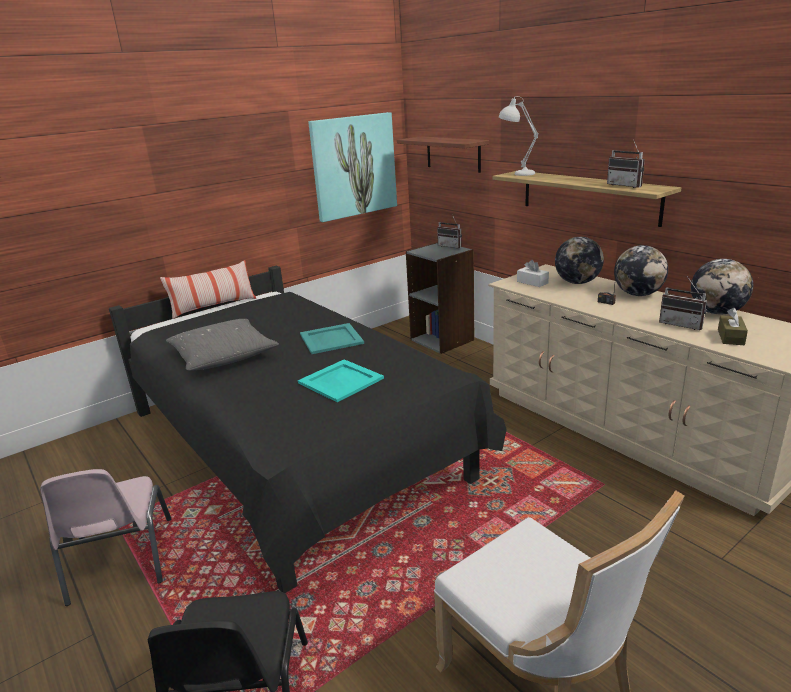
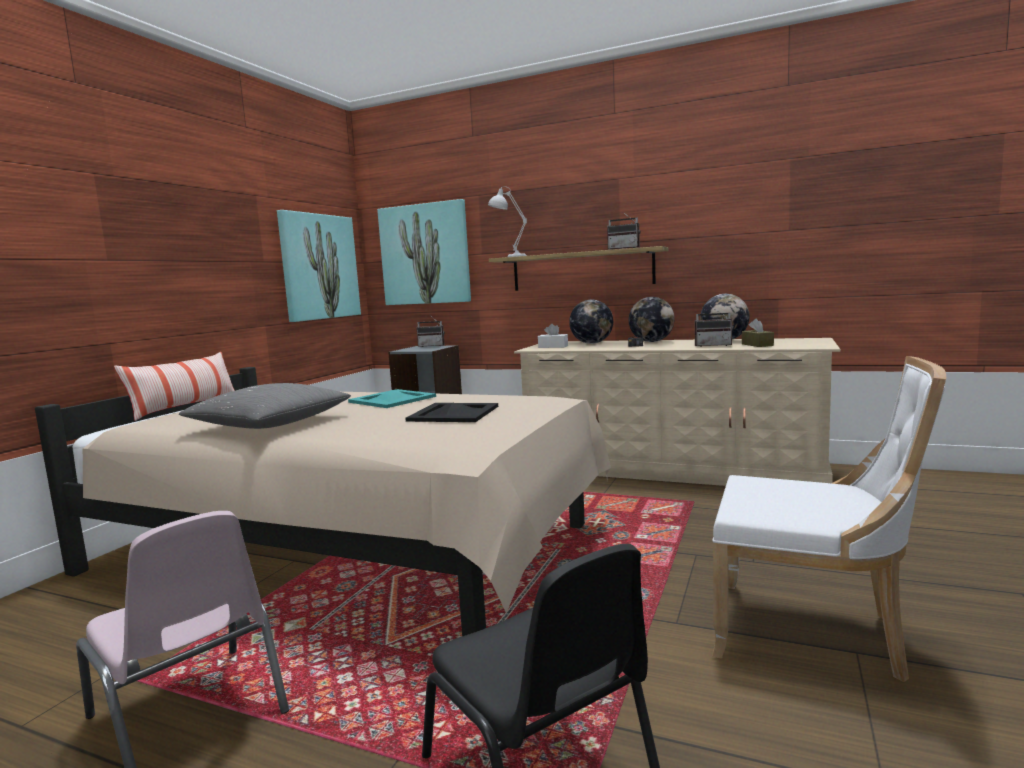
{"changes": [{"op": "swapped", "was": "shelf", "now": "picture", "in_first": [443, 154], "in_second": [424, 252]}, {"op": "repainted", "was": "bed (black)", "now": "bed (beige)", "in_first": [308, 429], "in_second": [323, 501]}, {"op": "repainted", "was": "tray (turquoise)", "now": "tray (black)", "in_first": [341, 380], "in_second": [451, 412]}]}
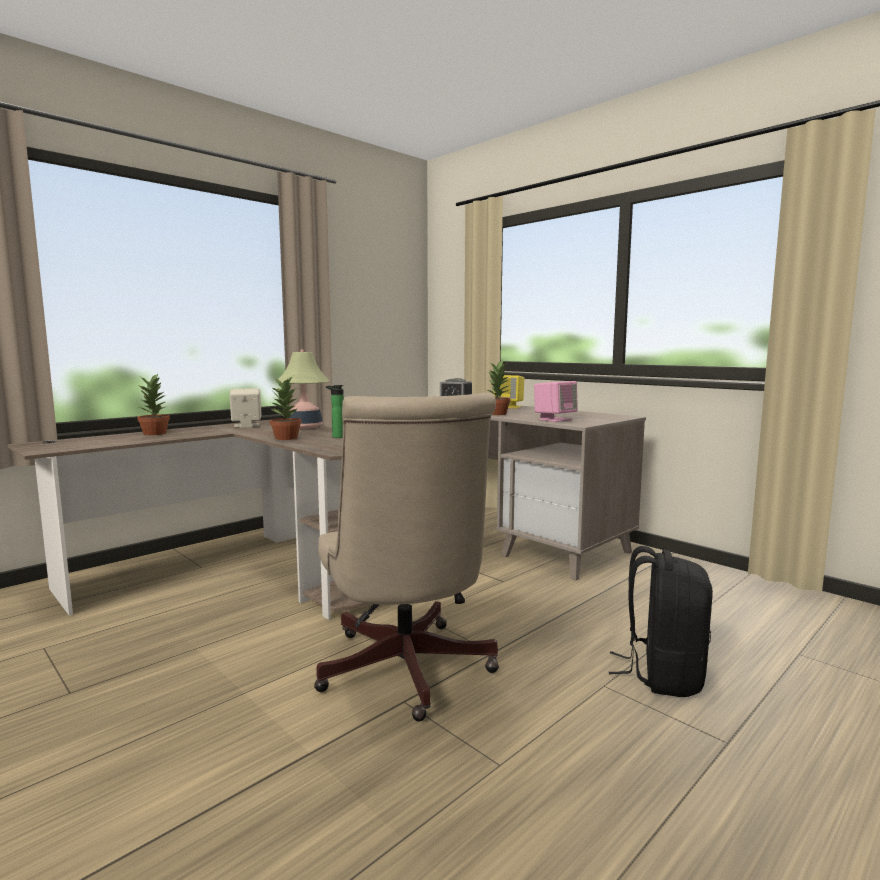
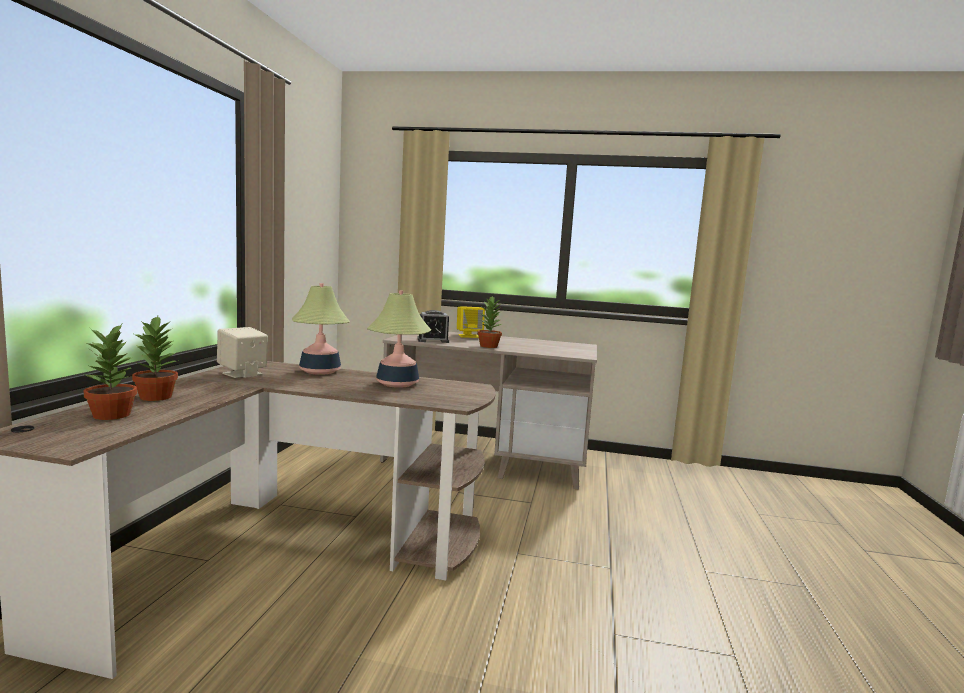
{"changes": [{"op": "shifted", "was": "potted plant", "in_first": [286, 408], "in_second": [110, 372]}, {"op": "gone", "was": "speaker (pink)", "in_first": [556, 401]}, {"op": "swapped", "was": "bottle", "now": "table lamp", "in_first": [335, 411], "in_second": [399, 339]}, {"op": "gone", "was": "office chair (beige)", "in_first": [406, 557]}, {"op": "gone", "was": "backpack (black)", "in_first": [661, 621]}]}
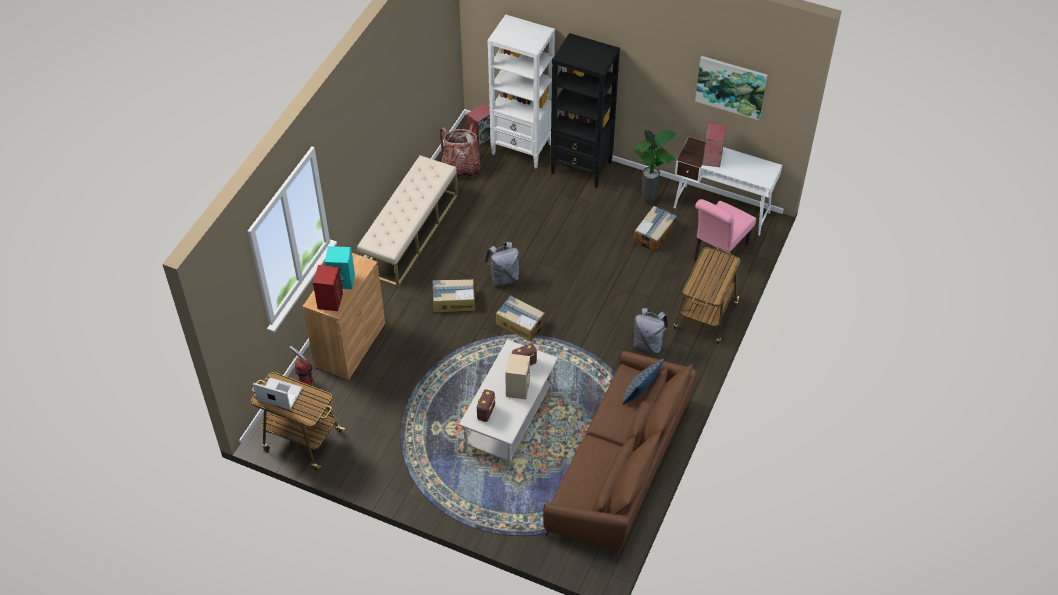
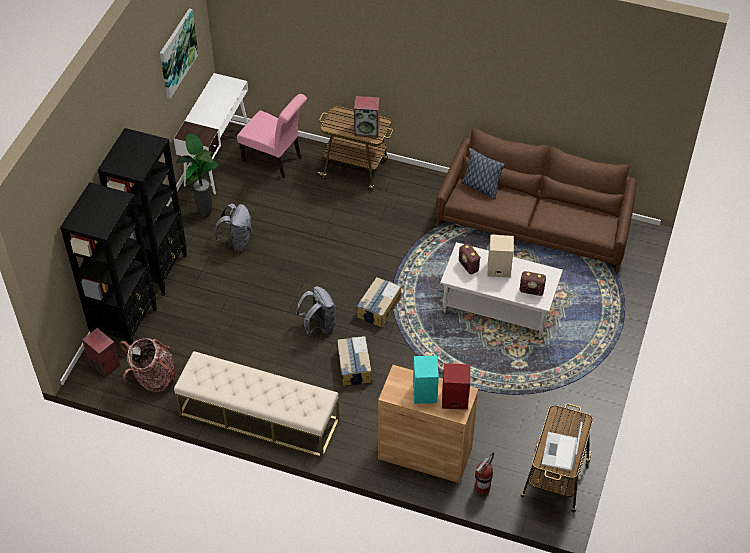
{"changes": [{"op": "repainted", "was": "bookcase (white)", "now": "bookcase (black)", "in_first": [521, 91], "in_second": [108, 263]}, {"op": "shifted", "was": "speaker", "in_first": [714, 144], "in_second": [366, 117]}, {"op": "gone", "was": "cardboard box", "in_first": [655, 229]}, {"op": "shifted", "was": "backpack (grey)", "in_first": [651, 330], "in_second": [233, 227]}]}
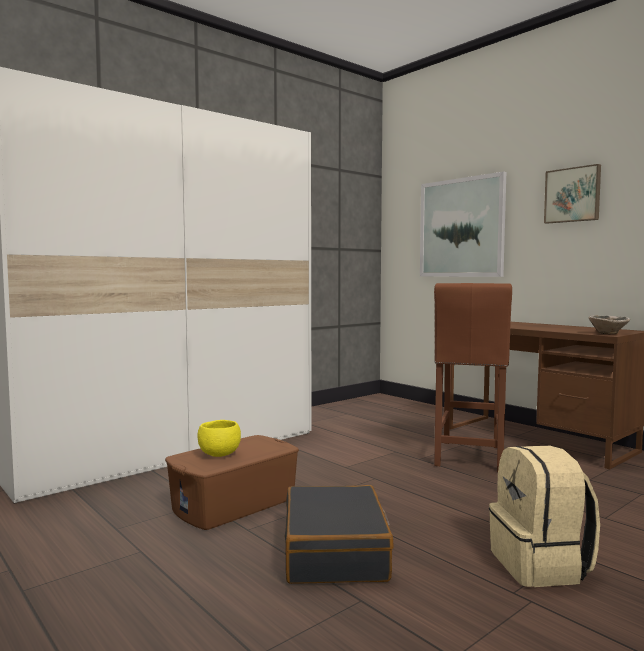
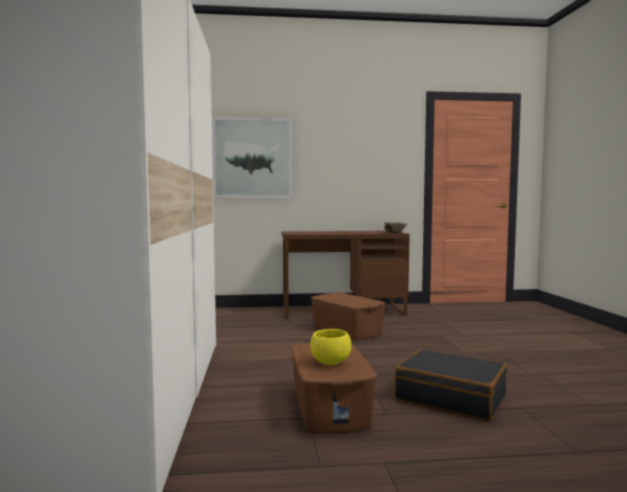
{"changes": [{"op": "gone", "was": "picture", "in_first": [572, 194]}, {"op": "swapped", "was": "stool (brown)", "now": "storage box (brown)", "in_first": [473, 377], "in_second": [348, 316]}, {"op": "gone", "was": "backpack (beige)", "in_first": [544, 516]}]}
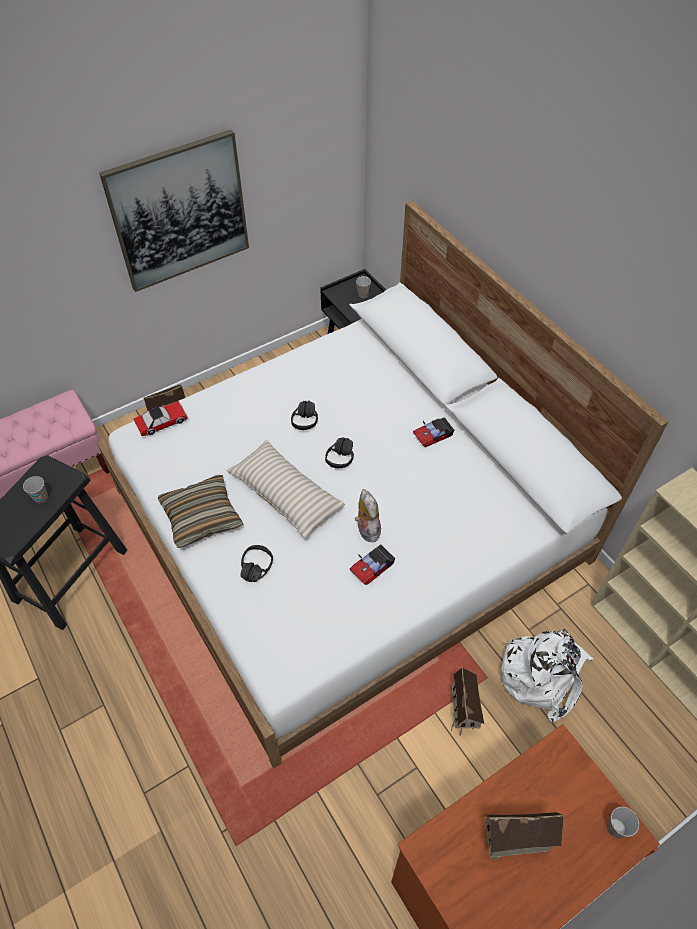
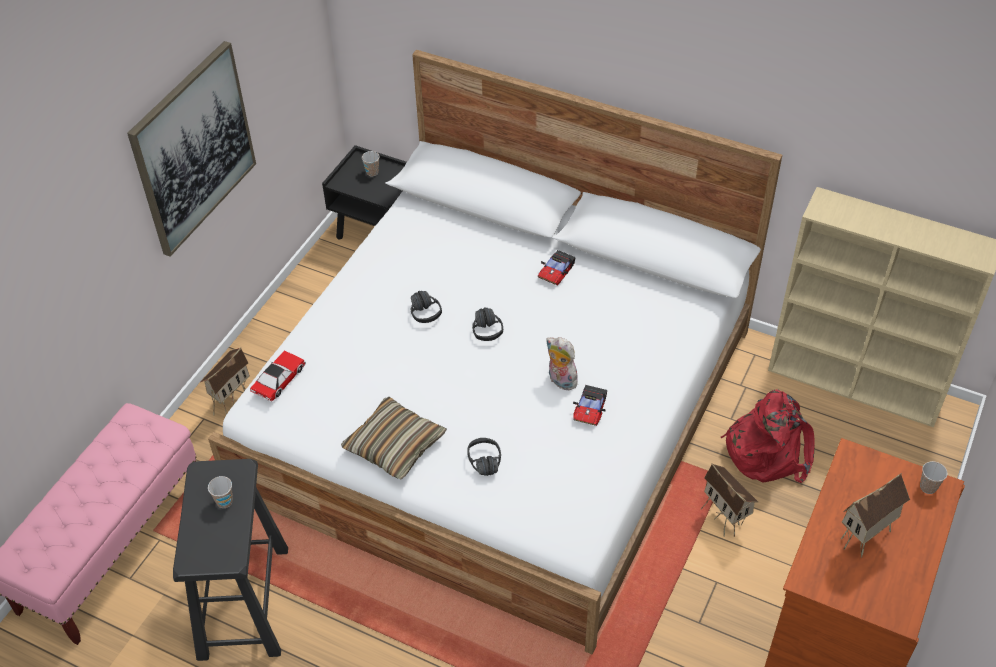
{"changes": [{"op": "gone", "was": "pillow (beige)", "in_first": [285, 489]}, {"op": "repainted", "was": "backpack (white)", "now": "backpack (red)", "in_first": [548, 675], "in_second": [768, 436]}]}
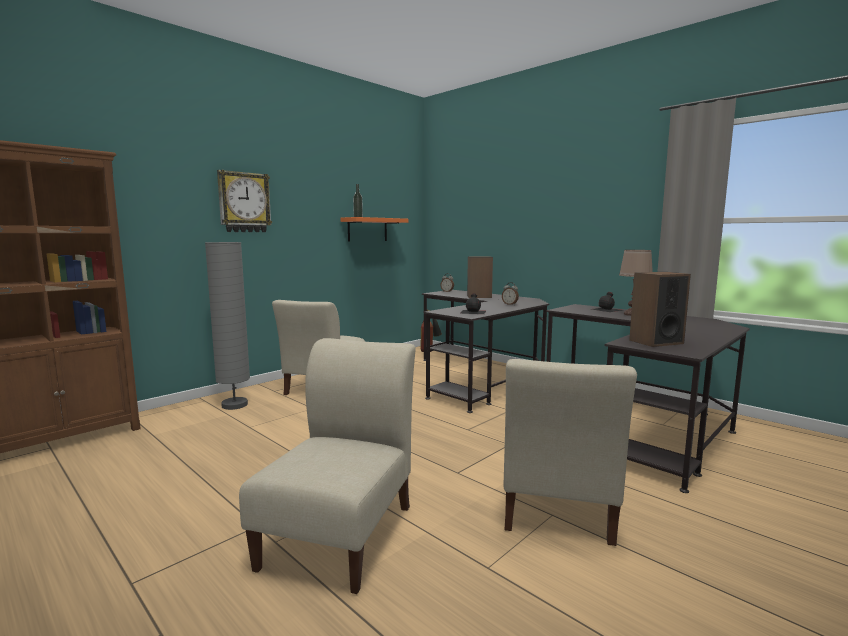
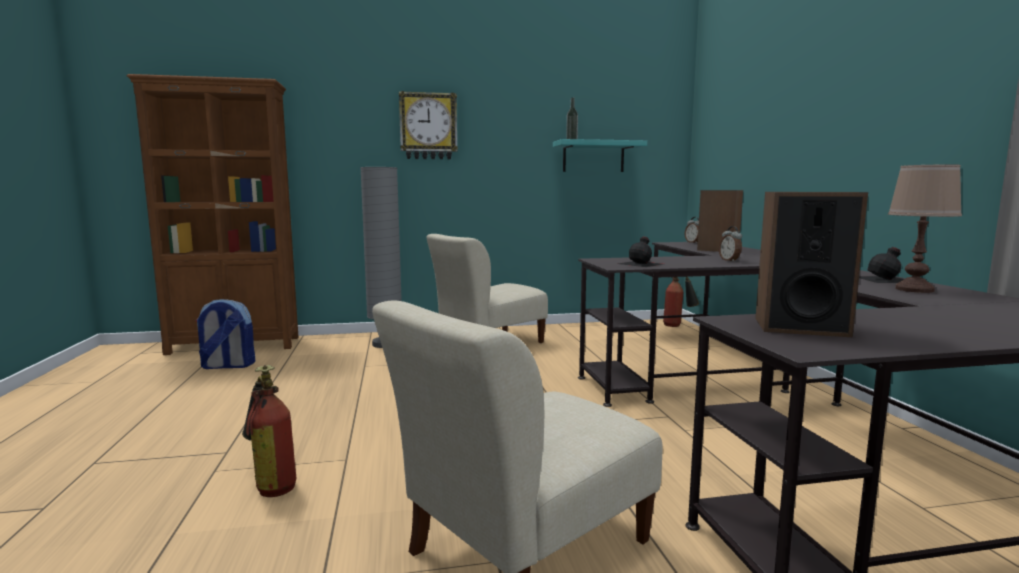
{"changes": [{"op": "repainted", "was": "shelf (orange)", "now": "shelf (turquoise)", "in_first": [374, 229], "in_second": [600, 155]}, {"op": "swapped", "was": "chair (beige)", "now": "fire extinguisher", "in_first": [327, 466], "in_second": [269, 431]}, {"op": "new", "now": "backpack", "in_second": [225, 334]}]}
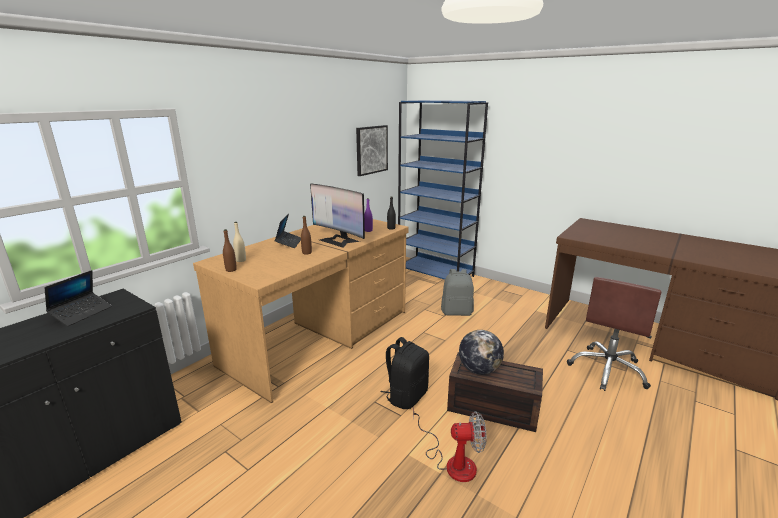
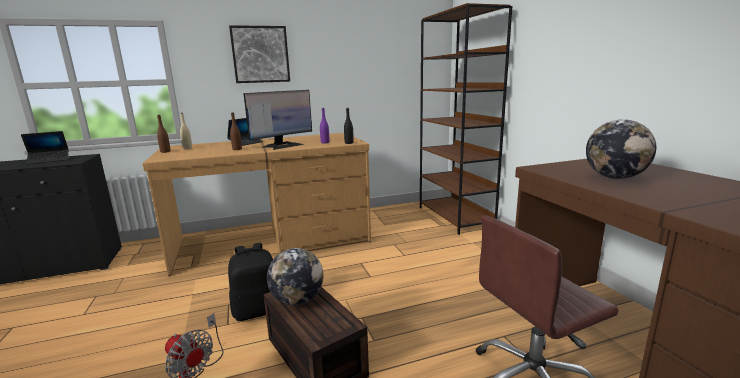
{"changes": [{"op": "repainted", "was": "bookcase (blue)", "now": "bookcase (brown)", "in_first": [443, 190], "in_second": [466, 119]}, {"op": "shifted", "was": "picture", "in_first": [372, 150], "in_second": [259, 54]}, {"op": "rotated", "was": "monitor", "in_first": [337, 216], "in_second": [277, 120], "clockwise": -120}, {"op": "gone", "was": "backpack (grey)", "in_first": [457, 292]}, {"op": "new", "now": "globe", "in_second": [621, 149]}]}
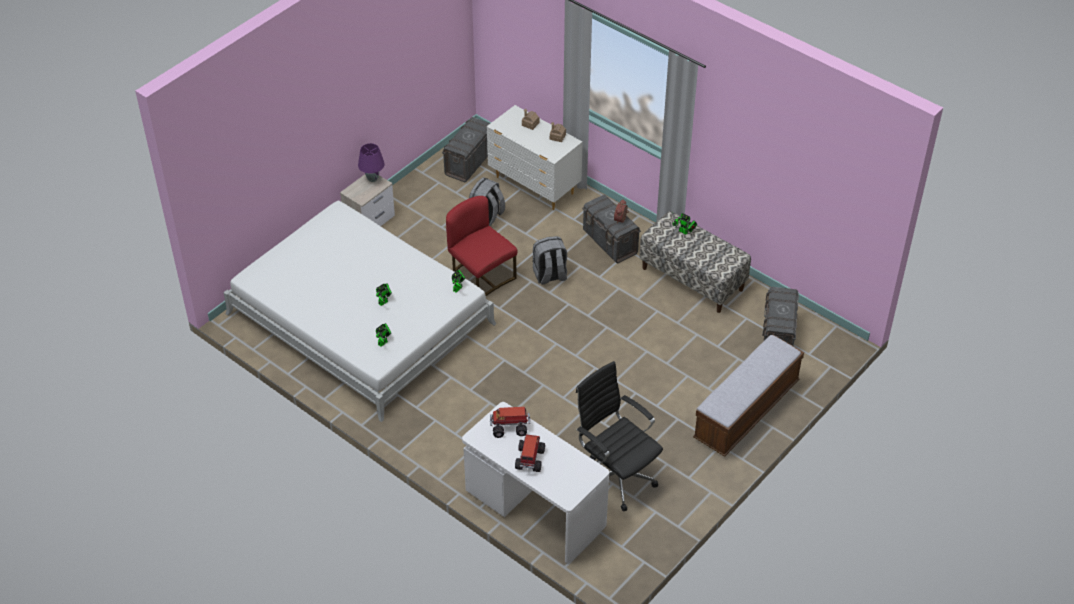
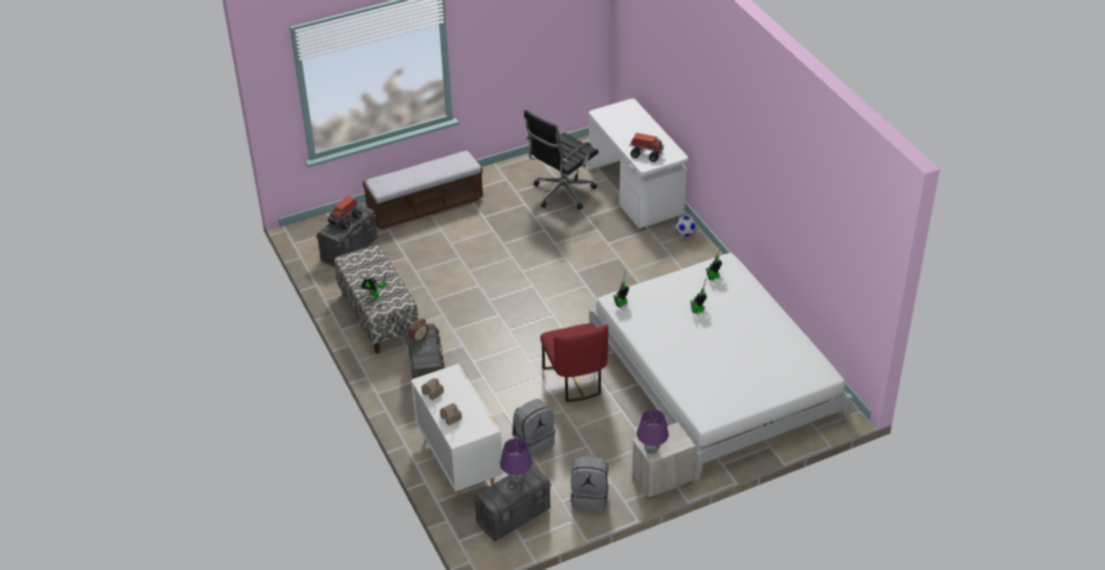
{"changes": [{"op": "shifted", "was": "backpack (grey)", "in_first": [549, 260], "in_second": [590, 483]}, {"op": "rotated", "was": "office chair (black)", "in_first": [619, 436], "in_second": [561, 160], "clockwise": 60}, {"op": "shifted", "was": "toy truck", "in_first": [530, 453], "in_second": [345, 213]}, {"op": "new", "now": "football", "in_second": [686, 226]}, {"op": "new", "now": "table lamp (purple)", "in_second": [516, 460]}]}
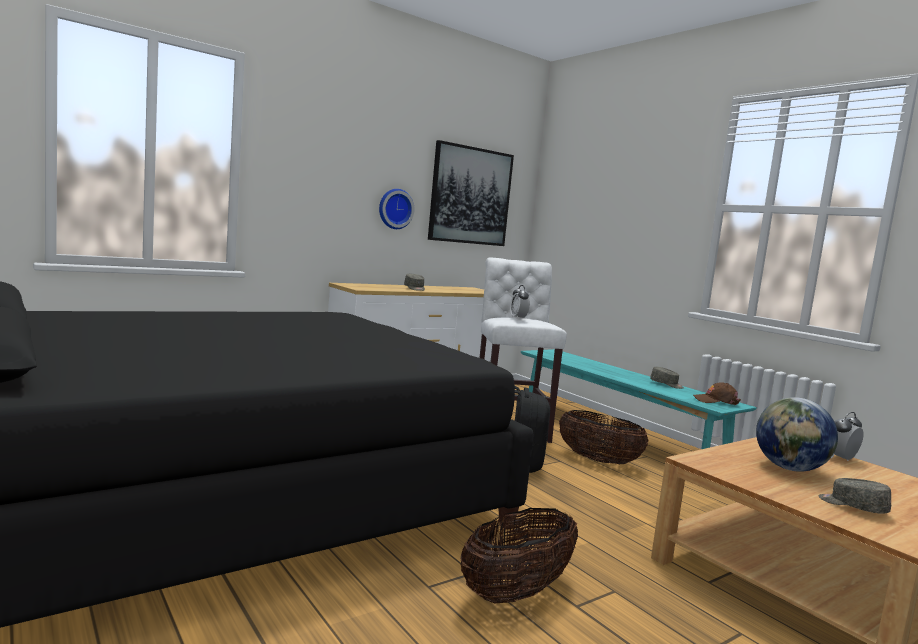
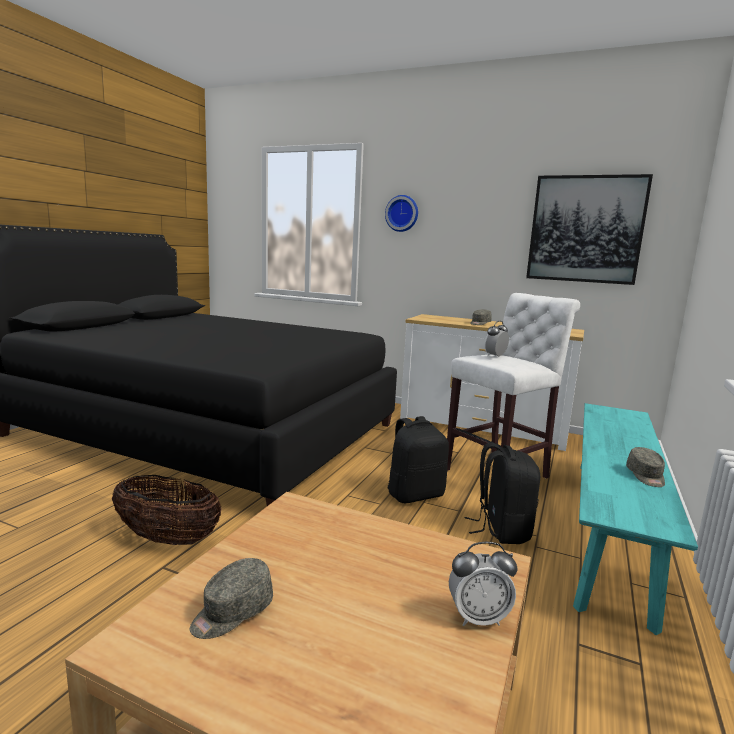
{"changes": [{"op": "shifted", "was": "wall clock", "in_first": [396, 209], "in_second": [401, 213]}, {"op": "gone", "was": "cap (brown)", "in_first": [717, 393]}, {"op": "gone", "was": "globe", "in_first": [797, 434]}, {"op": "swapped", "was": "basket", "now": "backpack (black)", "in_first": [603, 437], "in_second": [502, 493]}, {"op": "rotated", "was": "alarm clock", "in_first": [847, 436], "in_second": [483, 584], "clockwise": 150}, {"op": "rotated", "was": "cap (grey)", "in_first": [855, 496], "in_second": [231, 598], "clockwise": -150}]}
